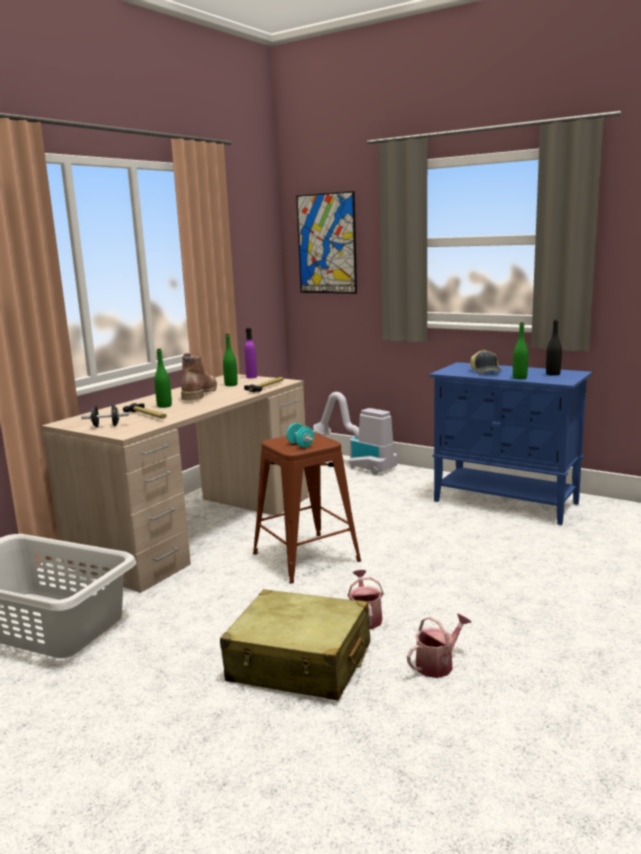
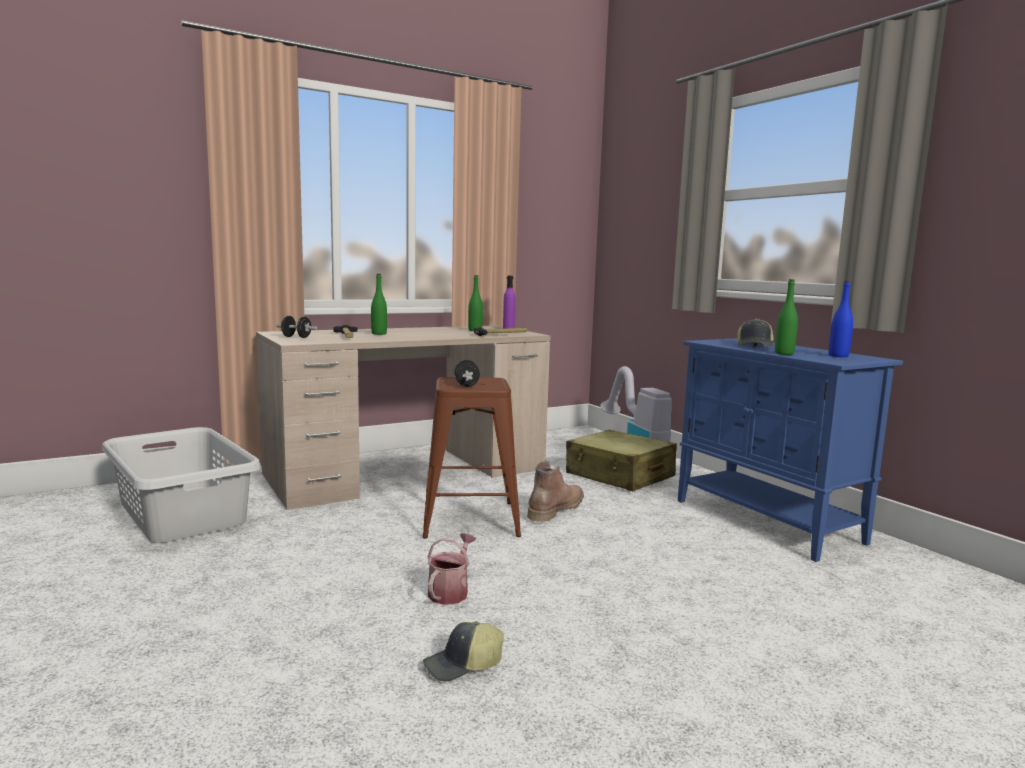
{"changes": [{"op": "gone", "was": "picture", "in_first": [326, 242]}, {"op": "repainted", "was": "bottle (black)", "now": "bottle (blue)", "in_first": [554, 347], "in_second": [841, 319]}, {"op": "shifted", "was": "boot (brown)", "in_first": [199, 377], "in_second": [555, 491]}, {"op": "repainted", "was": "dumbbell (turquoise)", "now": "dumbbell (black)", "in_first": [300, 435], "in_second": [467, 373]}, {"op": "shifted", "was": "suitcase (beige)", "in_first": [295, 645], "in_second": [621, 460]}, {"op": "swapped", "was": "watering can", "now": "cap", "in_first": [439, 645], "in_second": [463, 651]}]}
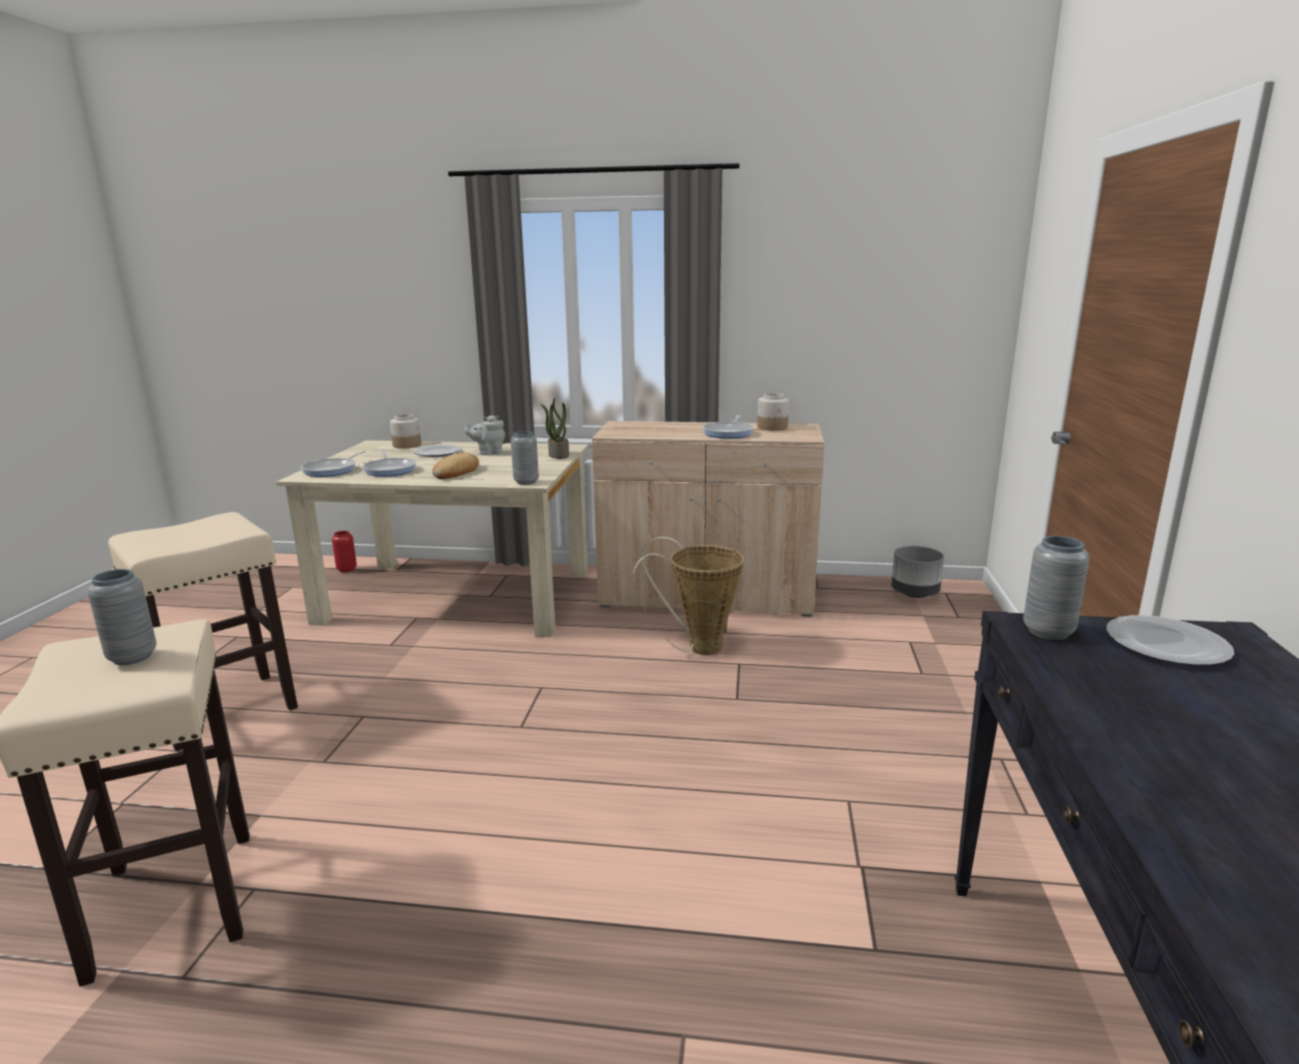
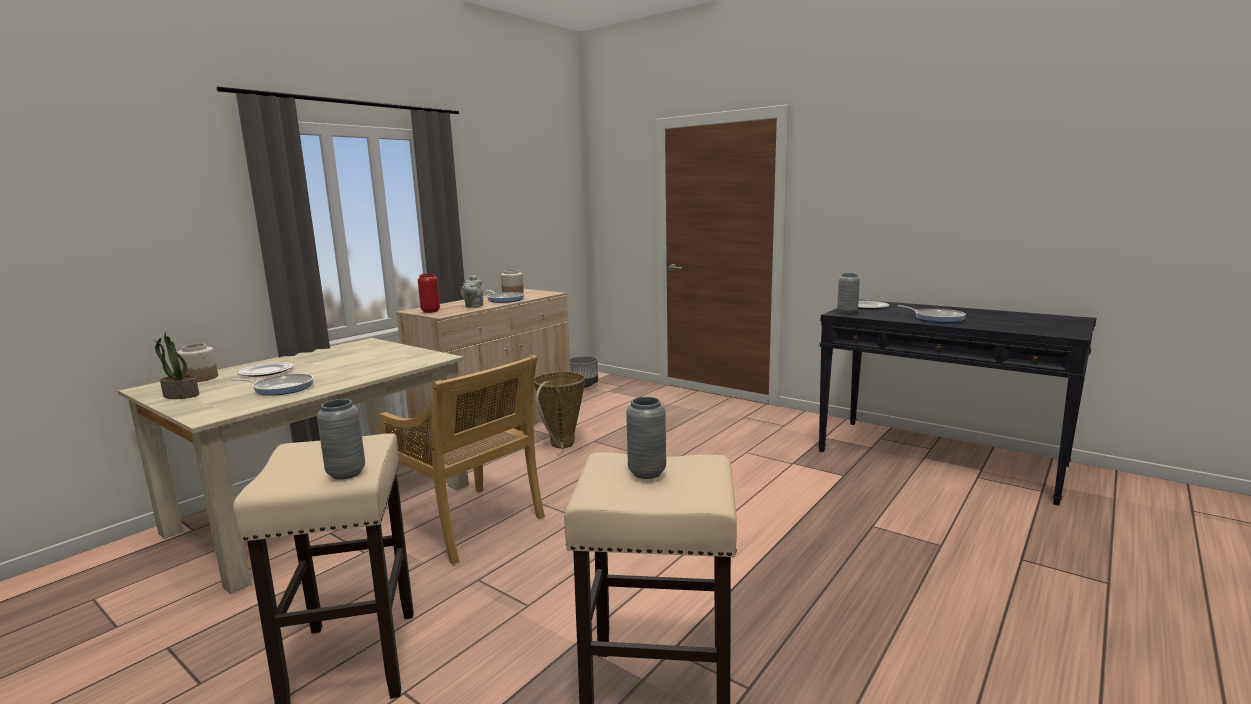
{"changes": [{"op": "shifted", "was": "potted plant", "in_first": [554, 428], "in_second": [176, 365]}, {"op": "shifted", "was": "teapot (grey)", "in_first": [484, 435], "in_second": [471, 291]}, {"op": "shifted", "was": "vase (grey)", "in_first": [525, 458], "in_second": [341, 439]}, {"op": "shifted", "was": "frying pan", "in_first": [333, 464], "in_second": [931, 314]}, {"op": "gone", "was": "bread", "in_first": [455, 466]}, {"op": "shifted", "was": "vase (red)", "in_first": [344, 551], "in_second": [429, 293]}, {"op": "new", "now": "chair (beige)", "in_second": [462, 460]}]}
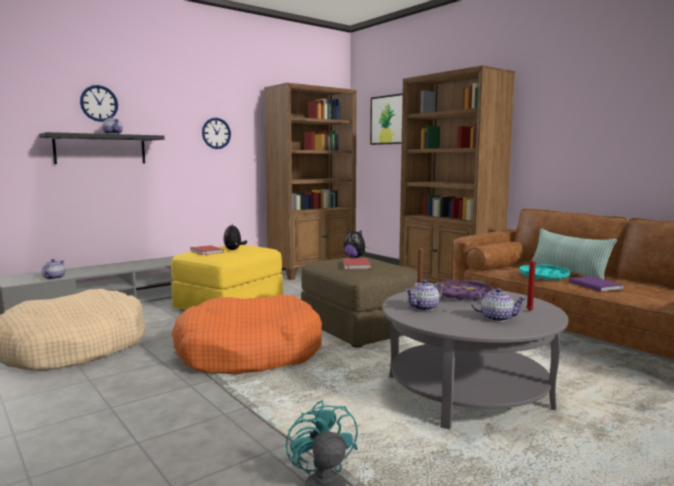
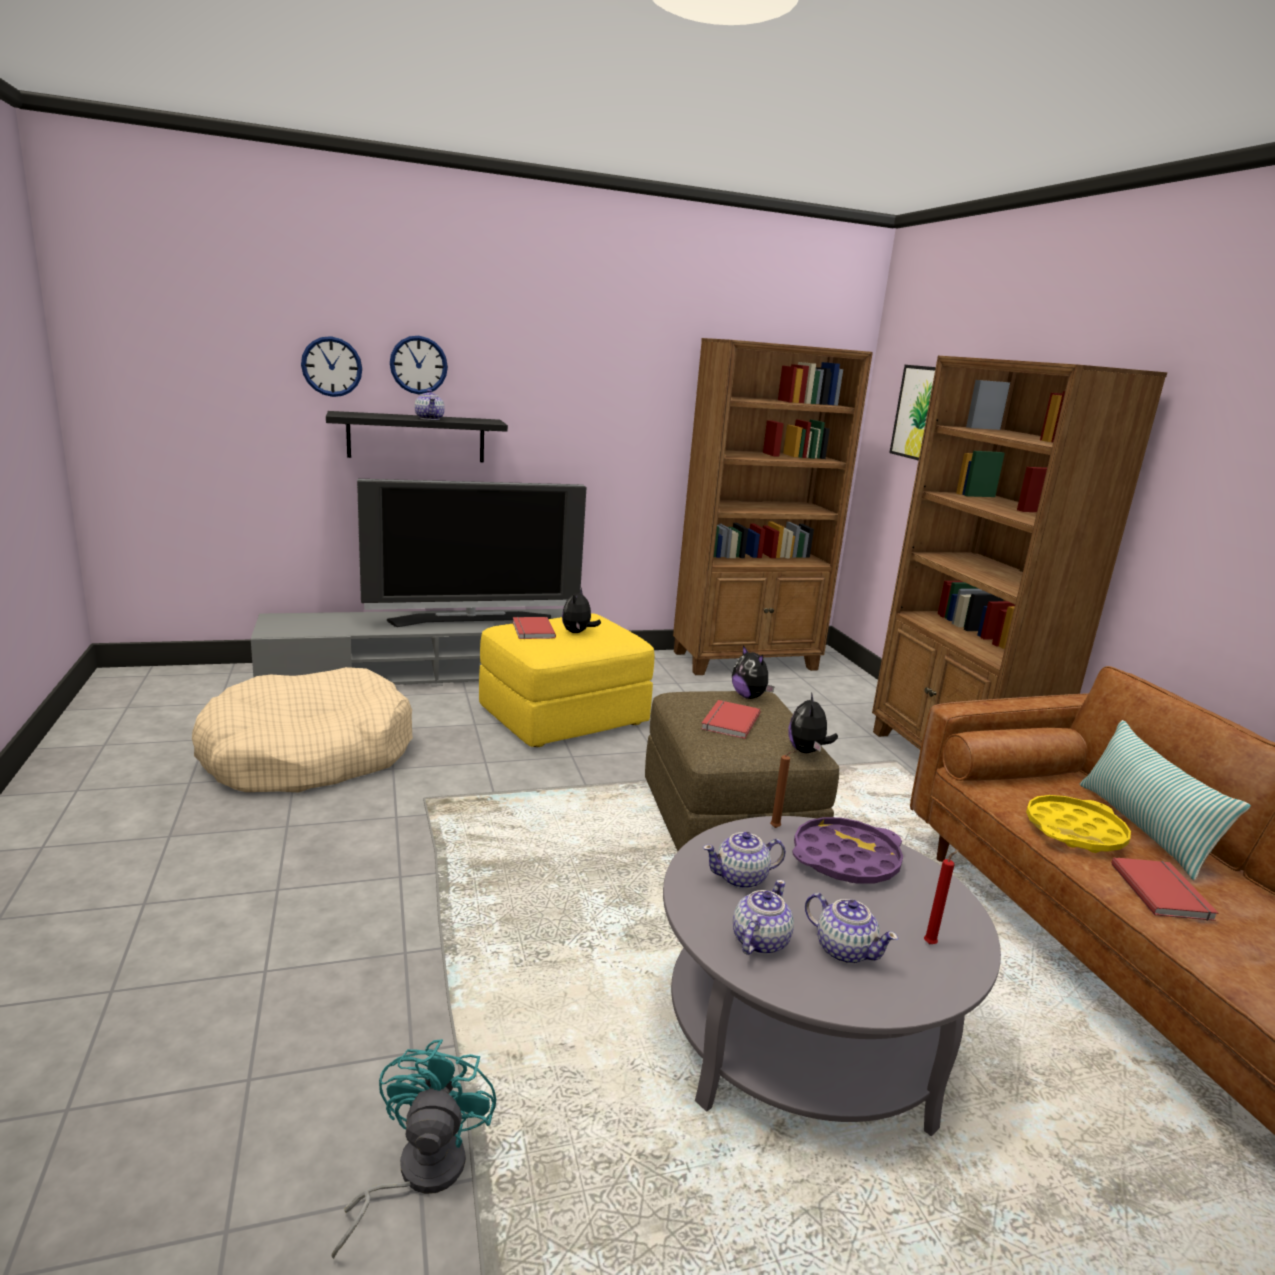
{"changes": [{"op": "shifted", "was": "wall clock", "in_first": [216, 133], "in_second": [331, 366]}, {"op": "shifted", "was": "teapot", "in_first": [53, 269], "in_second": [763, 917]}, {"op": "repainted", "was": "tray (turquoise)", "now": "tray (yellow)", "in_first": [545, 272], "in_second": [1078, 824]}, {"op": "repainted", "was": "book (purple)", "now": "book (red)", "in_first": [596, 284], "in_second": [1164, 889]}, {"op": "gone", "was": "dog bed (orange)", "in_first": [247, 334]}, {"op": "new", "now": "television", "in_second": [471, 553]}, {"op": "new", "now": "plush toy", "in_second": [813, 722]}]}
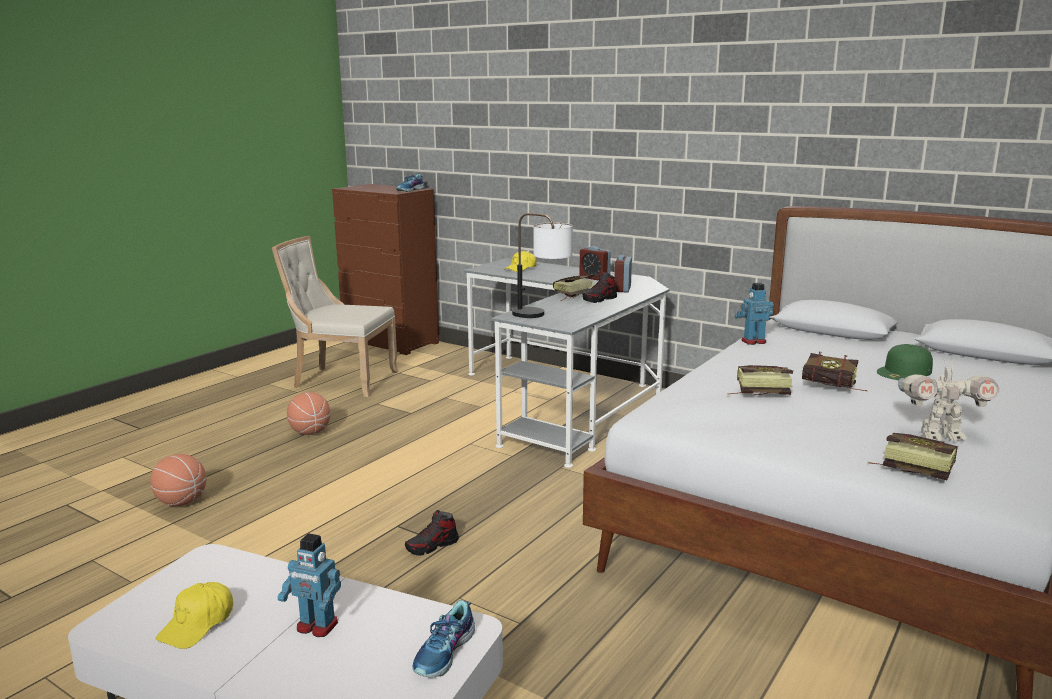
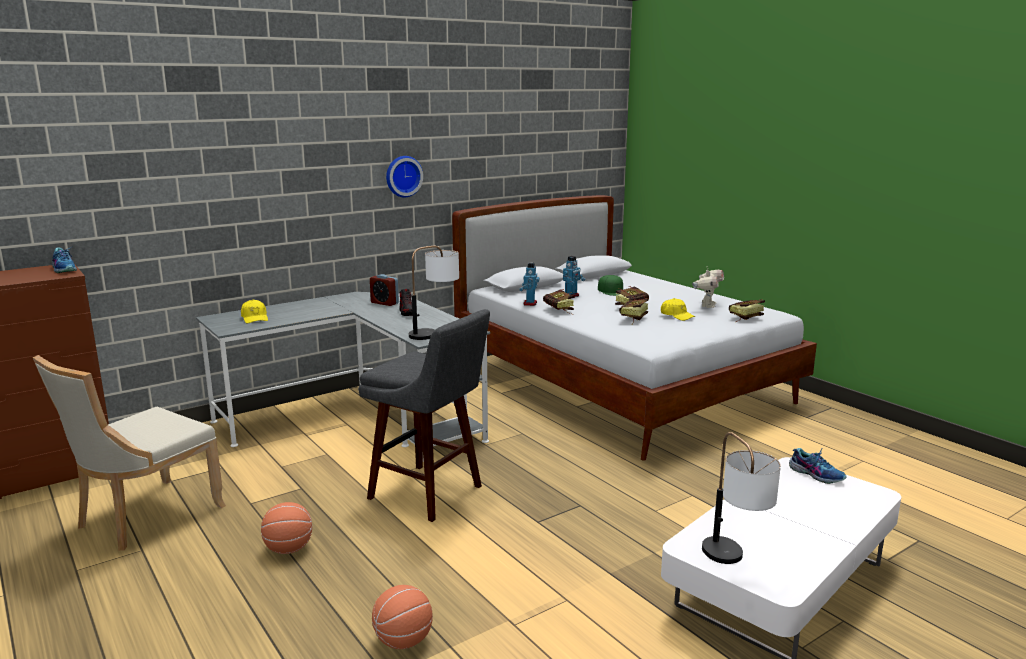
{"changes": [{"op": "gone", "was": "alarm clock", "in_first": [595, 263]}, {"op": "shifted", "was": "book", "in_first": [573, 287], "in_second": [558, 302]}, {"op": "gone", "was": "shoe", "in_first": [432, 533]}, {"op": "shifted", "was": "toy robot", "in_first": [309, 585], "in_second": [574, 277]}, {"op": "shifted", "was": "cap (yellow)", "in_first": [194, 615], "in_second": [678, 309]}, {"op": "new", "now": "wall clock", "in_second": [404, 176]}, {"op": "new", "now": "stool (grey)", "in_second": [424, 415]}, {"op": "new", "now": "table lamp", "in_second": [741, 498]}]}
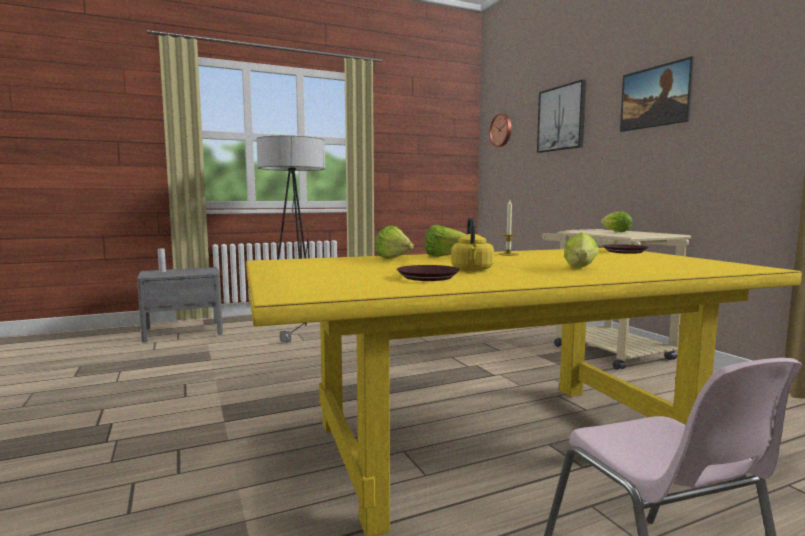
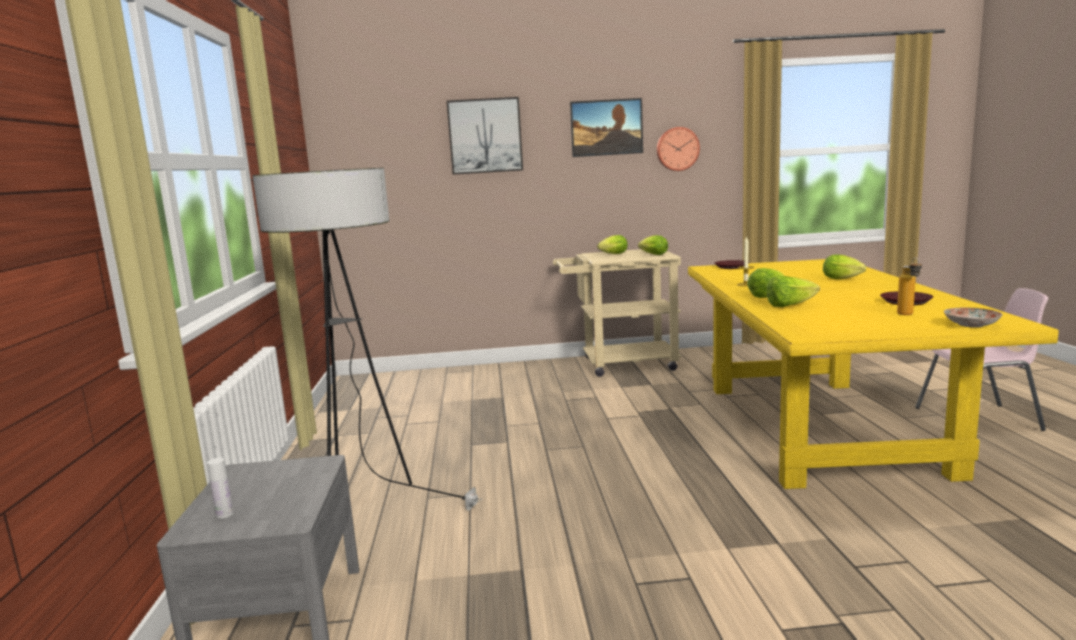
{"changes": [{"op": "shifted", "was": "wall clock", "in_first": [500, 130], "in_second": [678, 149]}, {"op": "gone", "was": "kettle (yellow)", "in_first": [472, 244]}, {"op": "new", "now": "lettuce", "in_second": [653, 245]}, {"op": "new", "now": "bottle", "in_second": [909, 286]}, {"op": "new", "now": "plate", "in_second": [973, 318]}]}
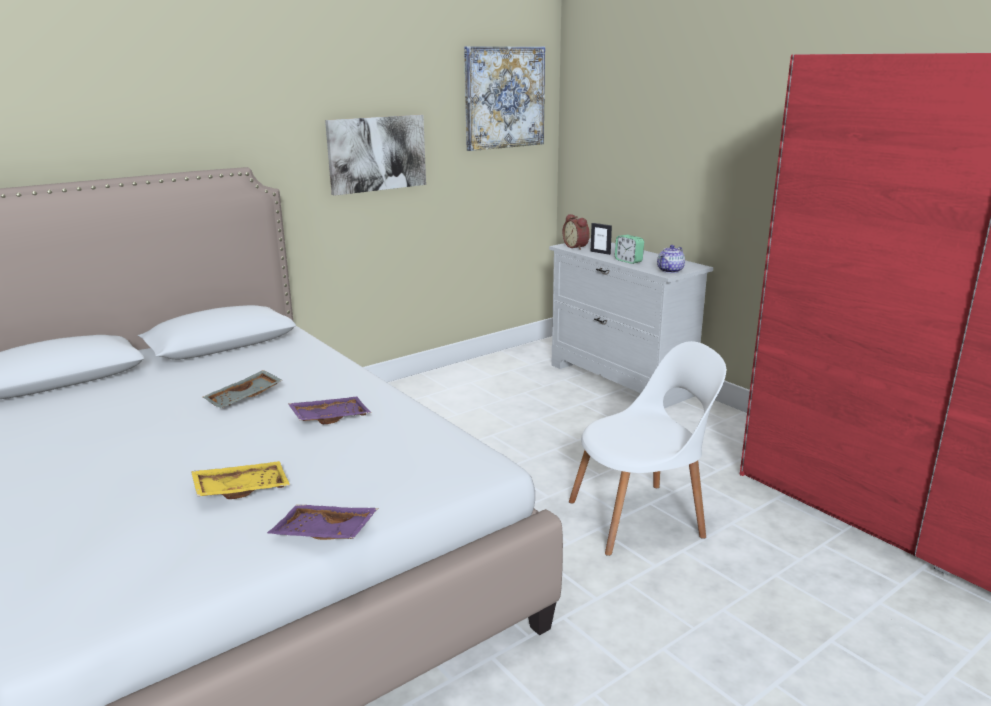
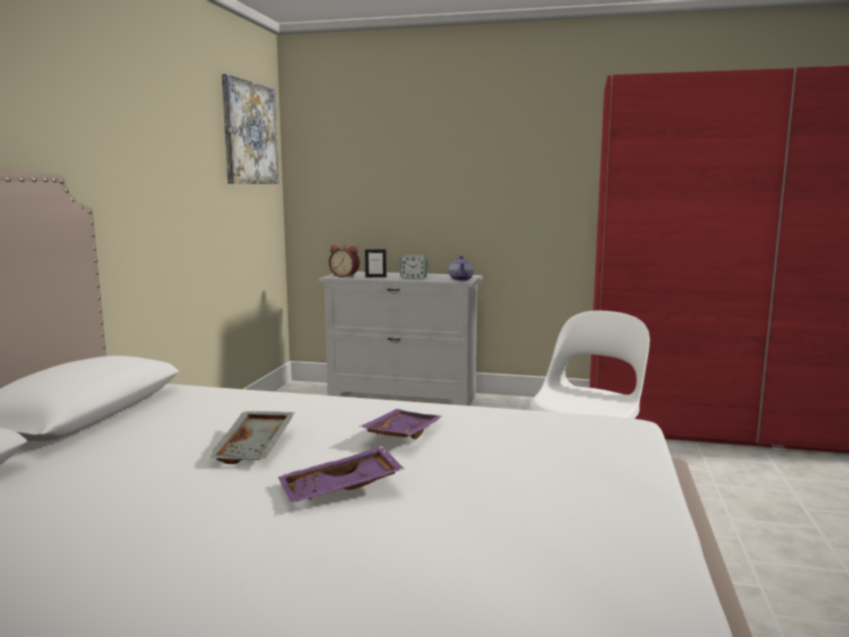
{"changes": [{"op": "gone", "was": "picture", "in_first": [375, 155]}, {"op": "gone", "was": "tray (yellow)", "in_first": [240, 480]}, {"op": "shifted", "was": "tray (purple)", "in_first": [322, 522], "in_second": [341, 474]}]}
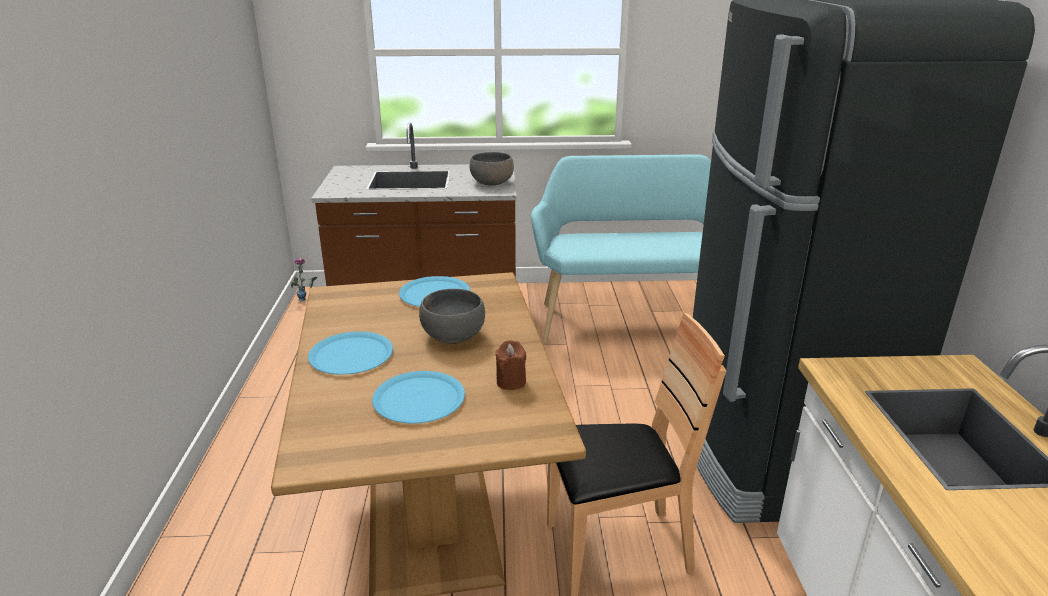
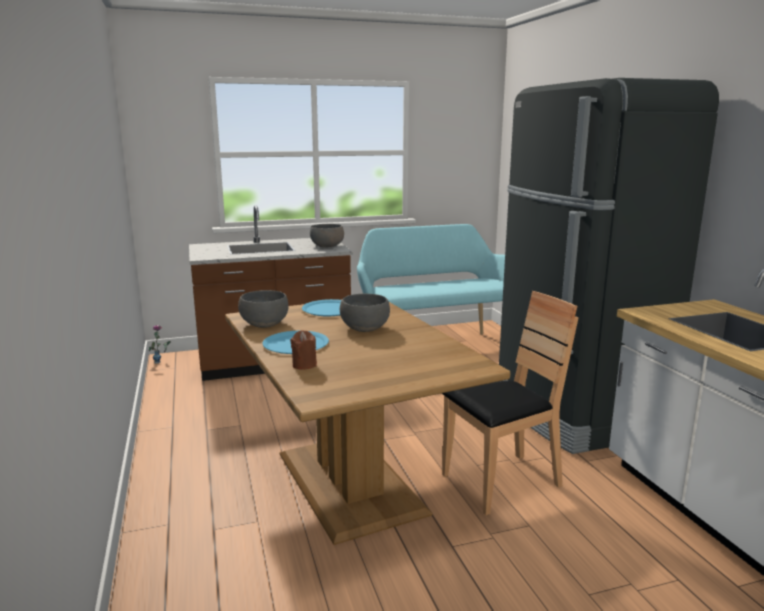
{"changes": [{"op": "shifted", "was": "candle (brown)", "in_first": [510, 365], "in_second": [304, 350]}, {"op": "gone", "was": "plate (blue)", "in_first": [418, 397]}, {"op": "new", "now": "bowl (grey)", "in_second": [263, 309]}]}
